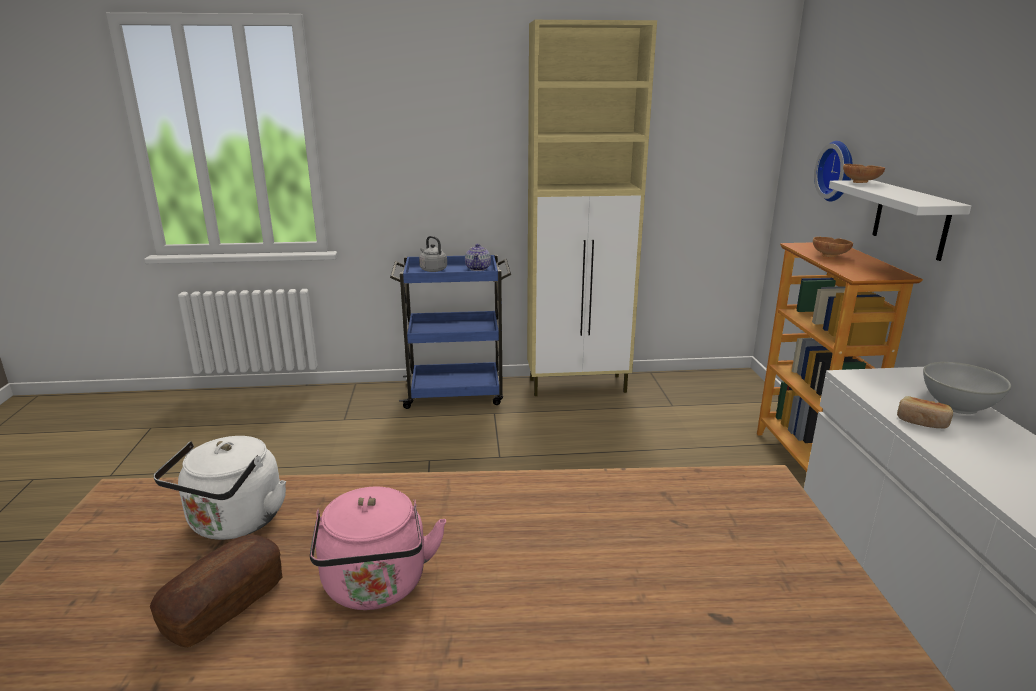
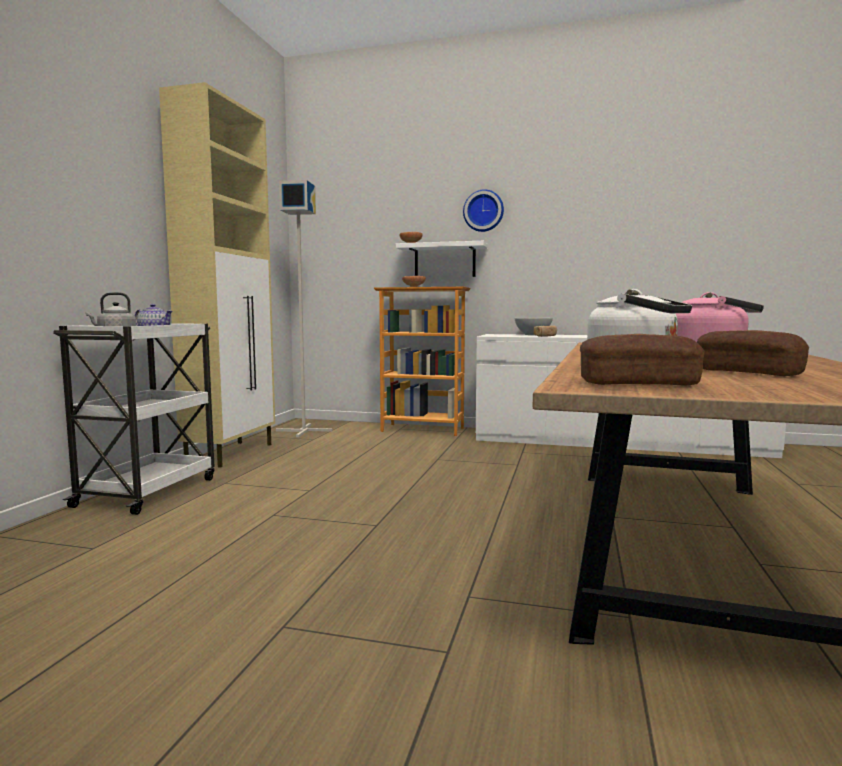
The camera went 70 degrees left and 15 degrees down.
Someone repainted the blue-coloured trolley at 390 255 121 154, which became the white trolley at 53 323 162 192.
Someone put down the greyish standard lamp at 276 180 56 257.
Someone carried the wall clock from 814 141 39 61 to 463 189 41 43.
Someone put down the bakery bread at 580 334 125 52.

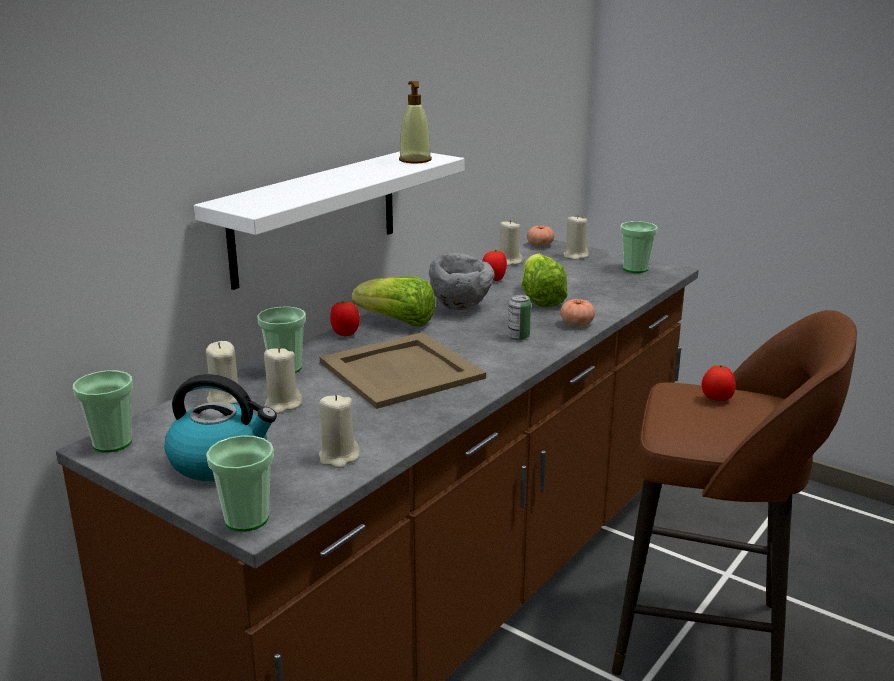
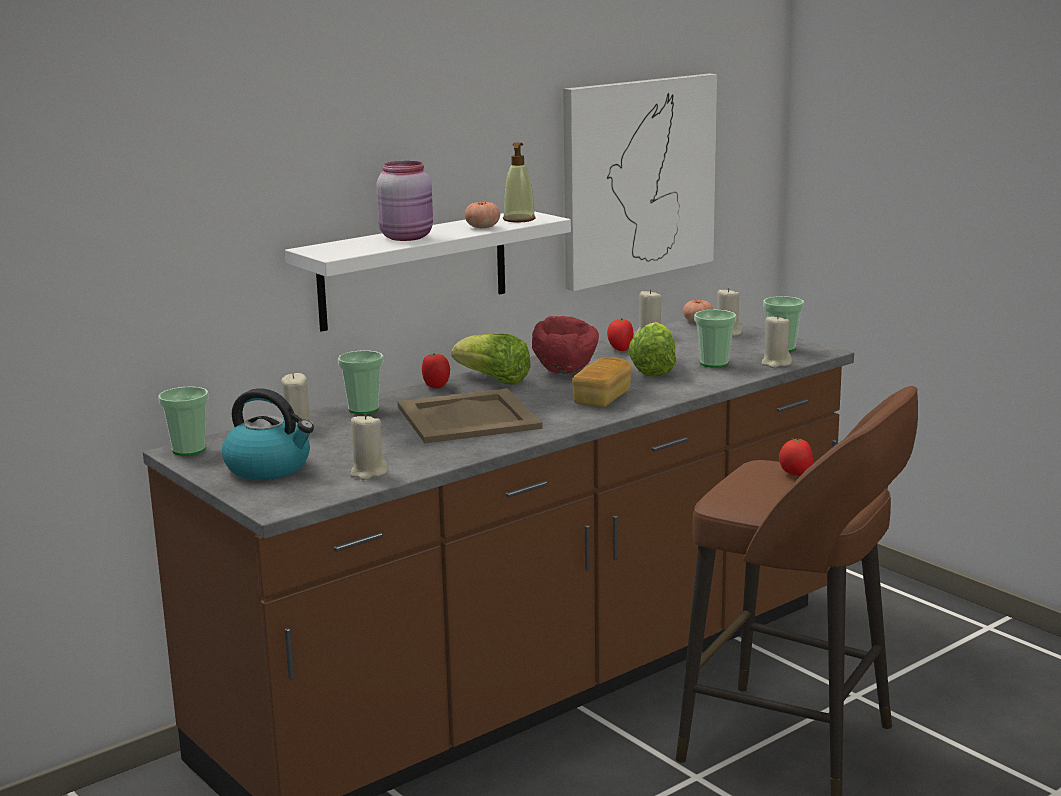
The camera went 15 degrees right and 5 degrees down.
Someone put down the pinkish preserve jar at 376 161 57 80.
Someone carried the tomato from 560 299 35 27 to 465 201 35 27.
Someone repainted the greyish deep dish at 429 253 66 57, which became the red deep dish at 532 316 67 58.
Someone put up the wall art at 563 74 154 217.
Someone swapped the metal can at 508 294 23 46 for the bakery bread at 572 357 60 50.
Someone carried the drinking cup from 206 435 68 97 to 694 310 42 58.
Someone carried the beige candle from 264 347 39 67 to 761 314 31 54.

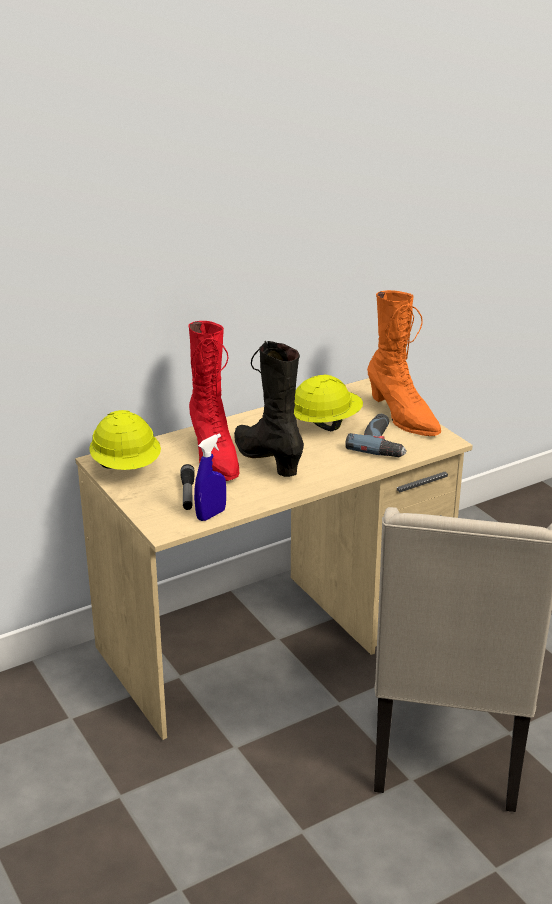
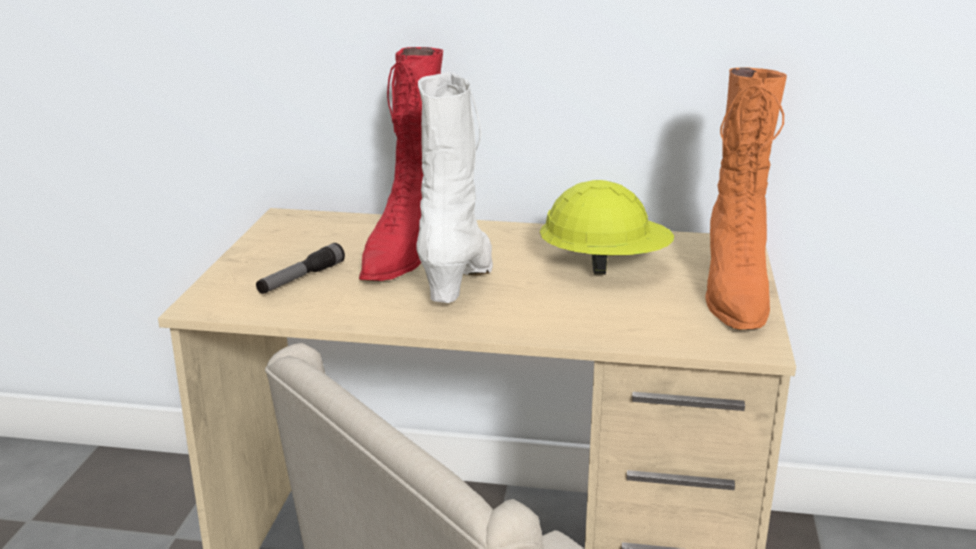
The camera went 40 degrees right and 5 degrees down.
Someone repainted the blackish tall boot at 234 341 70 136, which became the white tall boot at 416 72 77 231.
Someone took away the yellowish hard hat at 89 410 72 60.
Someone took away the blue-coloured sprayer at 194 434 32 87.
Someone took away the drill at 345 414 62 43.

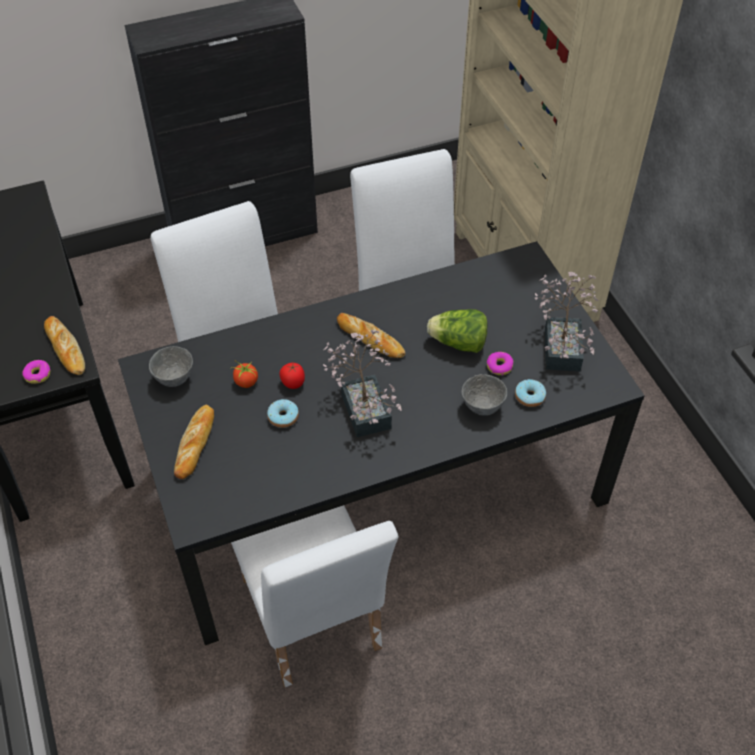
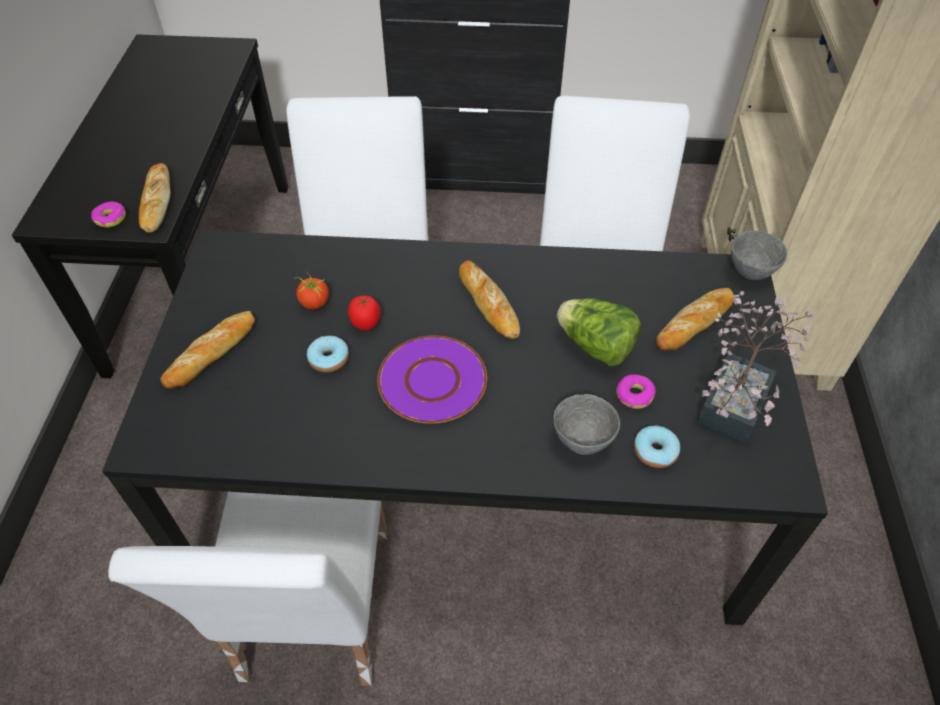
The camera went 25 degrees right and 0 degrees up.
Someone swapped the potted plant at 323 330 79 107 for the purple plate at 377 335 110 89.
Someone put down the bakery bread at 655 288 80 63.
Someone carried the greyish deep dish from 149 346 44 41 to 731 231 56 49.

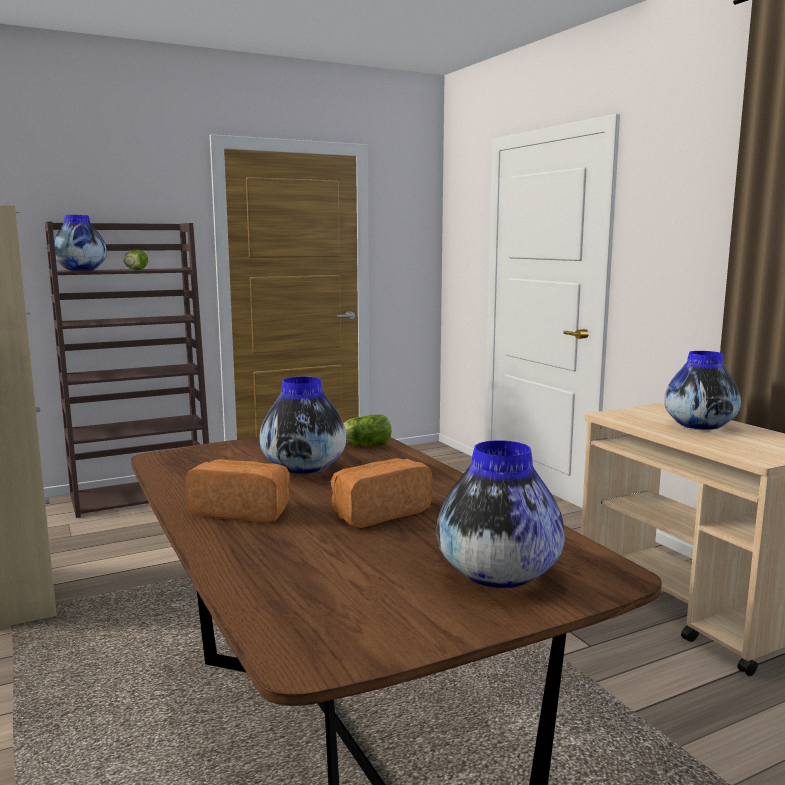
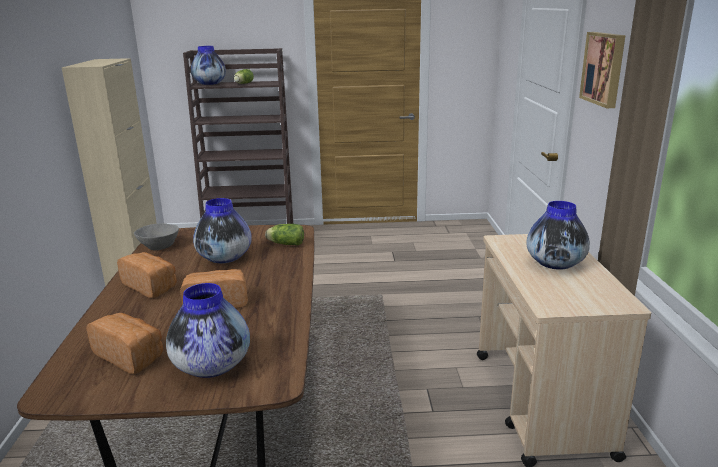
The camera went 25 degrees right and 10 degrees up.
Someone put down the bakery bread at 86 313 77 61.
Someone put down the greyish deep dish at 134 223 45 27.
Someone put up the wall art at 579 32 47 76.

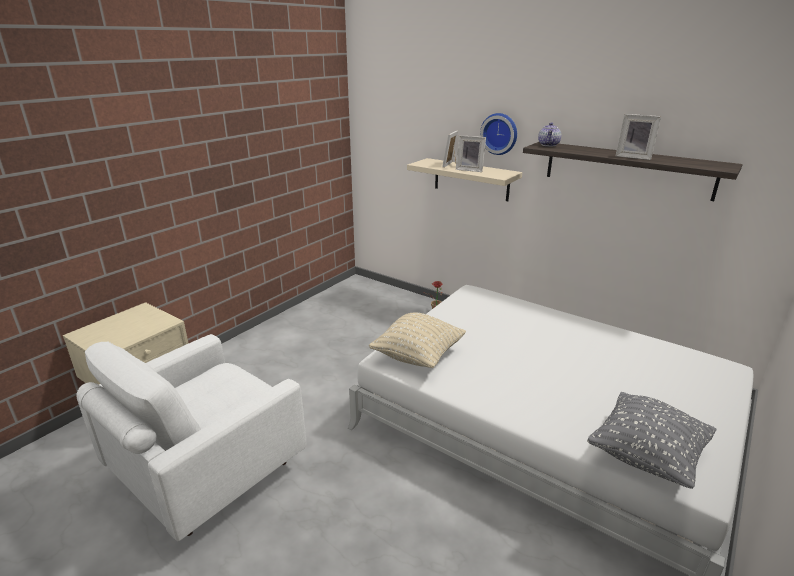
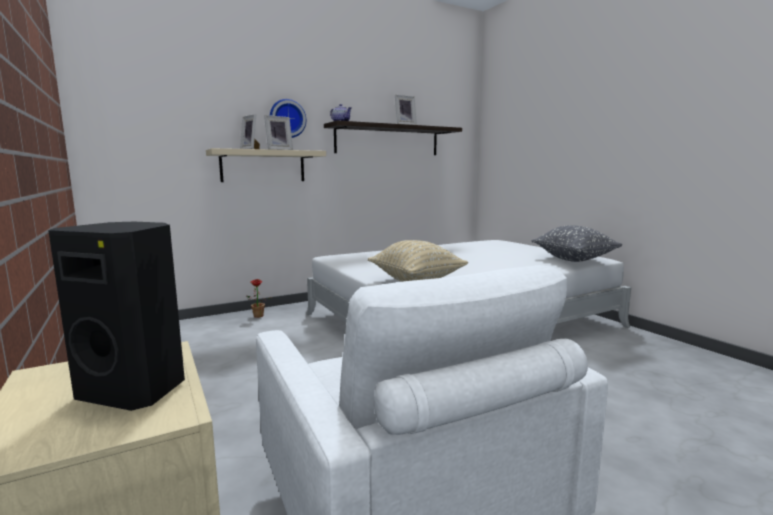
The camera went 65 degrees left and 15 degrees down.
Someone put down the blackish audio speaker at 48 222 137 189.

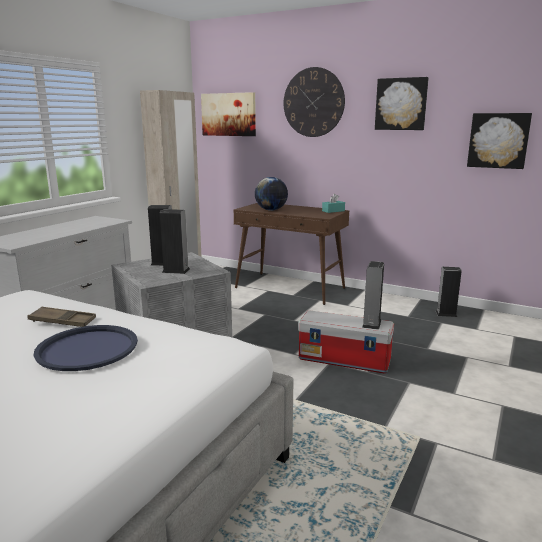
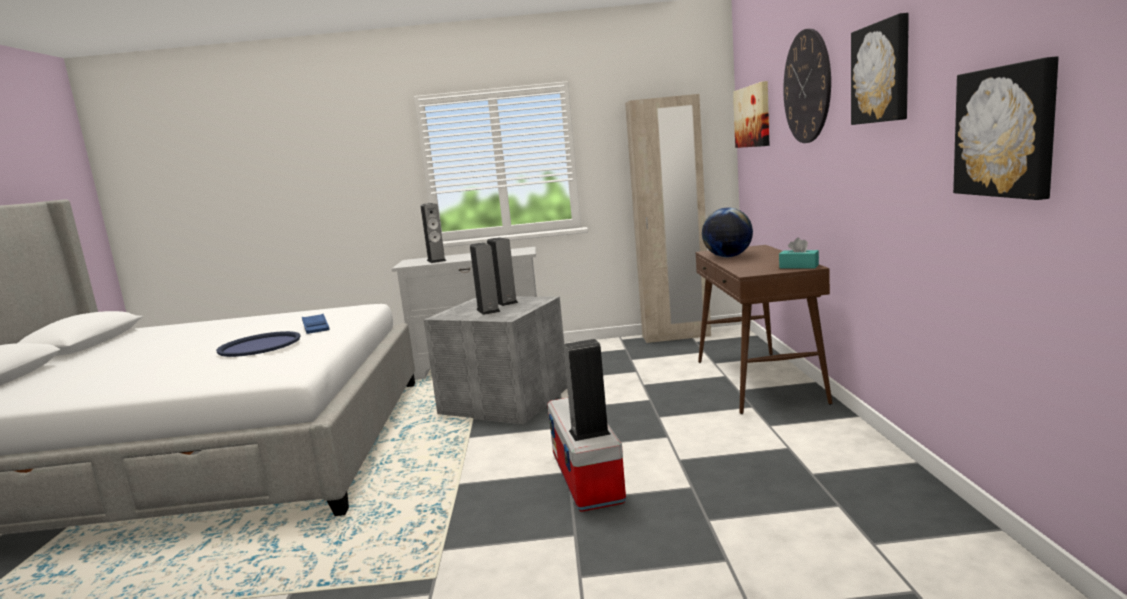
The camera went 60 degrees right and 5 degrees down.
Someone repainted the brown tray at 27 306 69 21, which became the blue-coloured tray at 302 314 27 20.
Someone carried the audio speaker from 436 267 26 50 to 420 203 26 60.

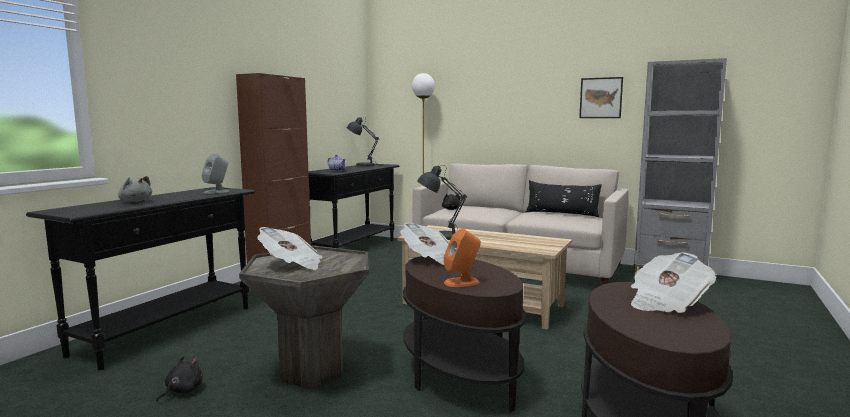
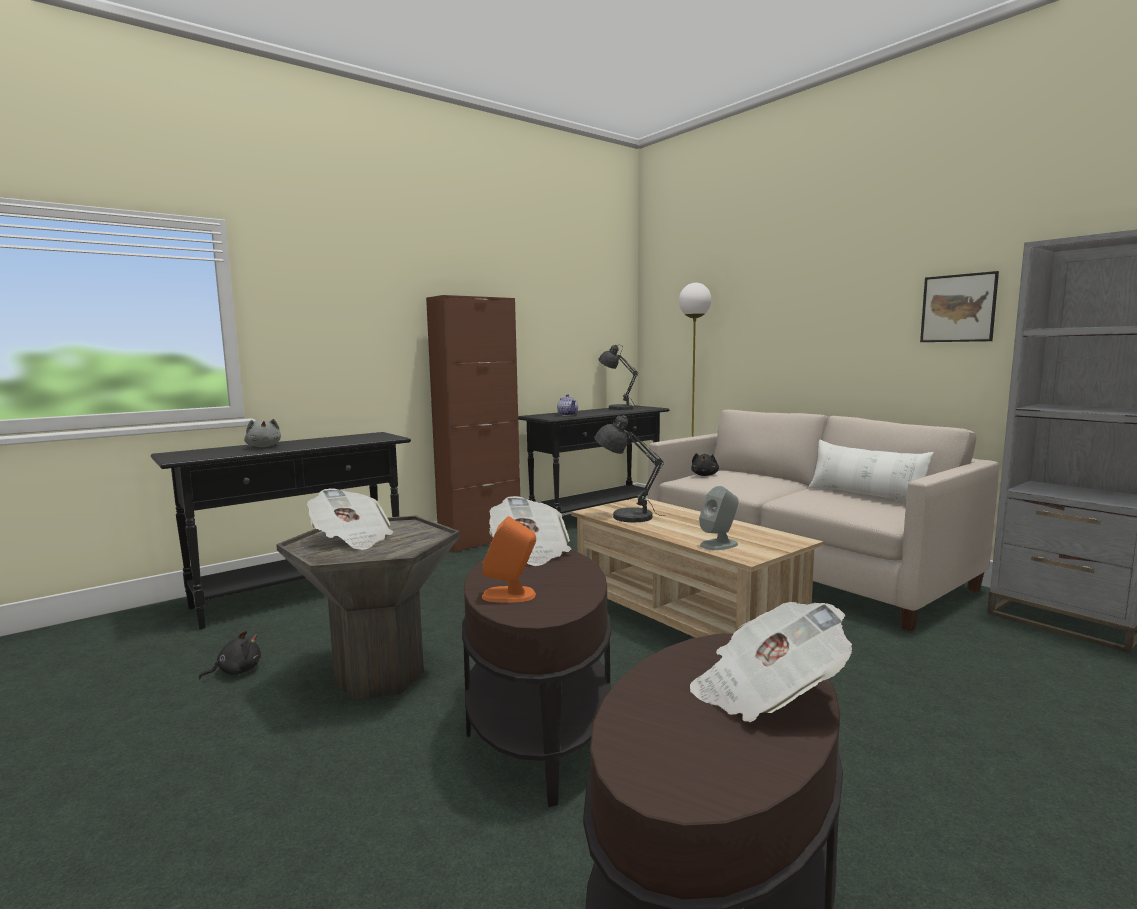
The camera went 25 degrees right and 0 degrees up.
Someone carried the greyish audio speaker from 202 154 28 40 to 699 486 40 64.
Someone repainted the blackish throw pillow at 526 180 76 37, which became the white throw pillow at 808 439 126 63.

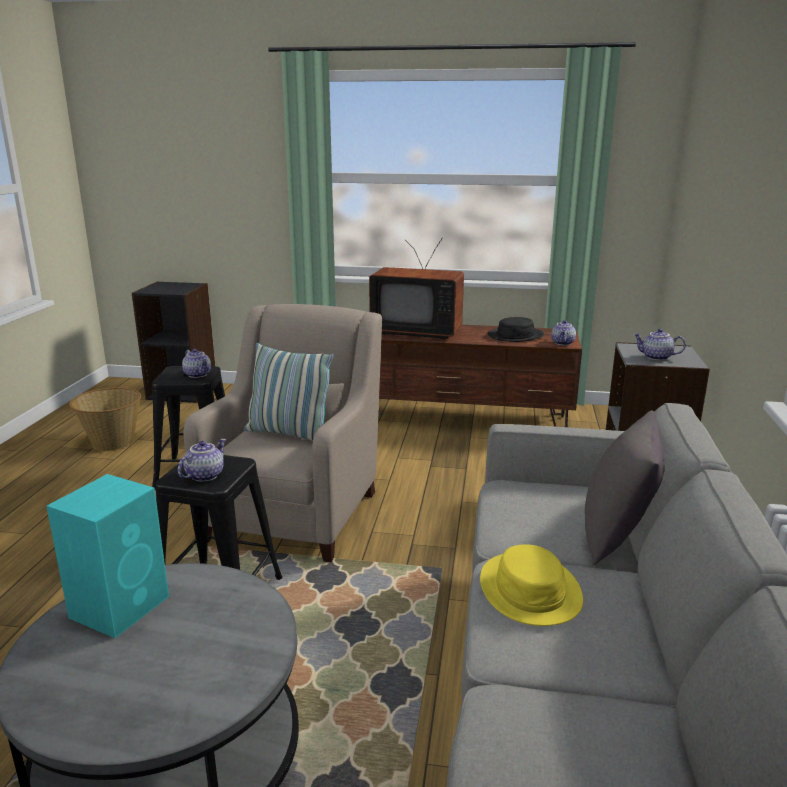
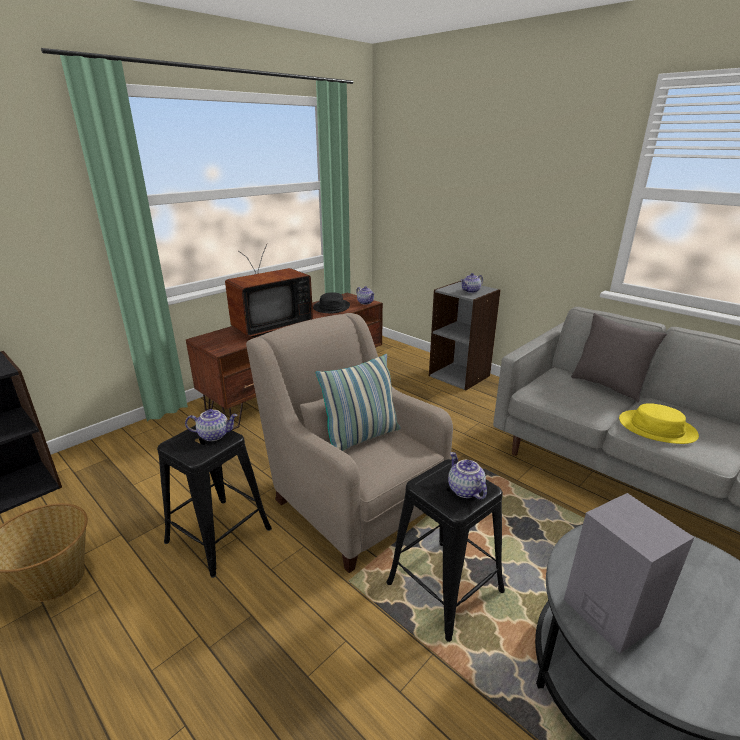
The camera went 55 degrees left and 5 degrees up.
Someone repainted the turquoise audio speaker at 46 474 123 164, which became the greyish audio speaker at 564 493 131 160.

